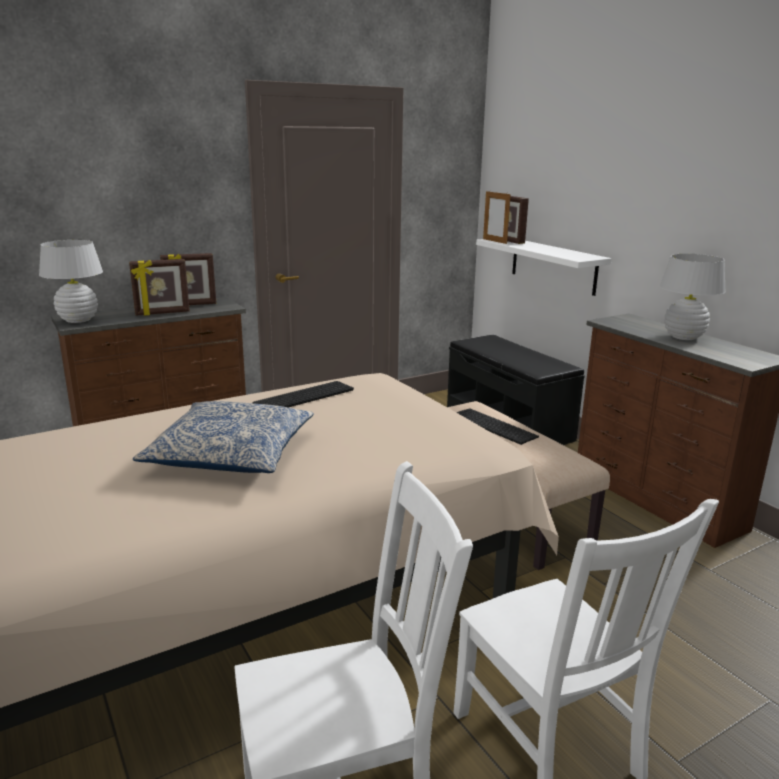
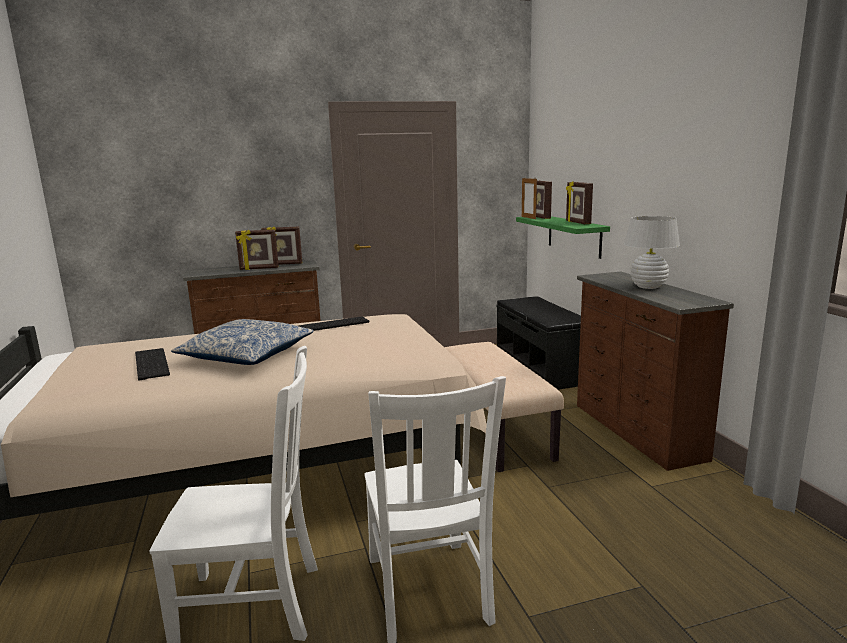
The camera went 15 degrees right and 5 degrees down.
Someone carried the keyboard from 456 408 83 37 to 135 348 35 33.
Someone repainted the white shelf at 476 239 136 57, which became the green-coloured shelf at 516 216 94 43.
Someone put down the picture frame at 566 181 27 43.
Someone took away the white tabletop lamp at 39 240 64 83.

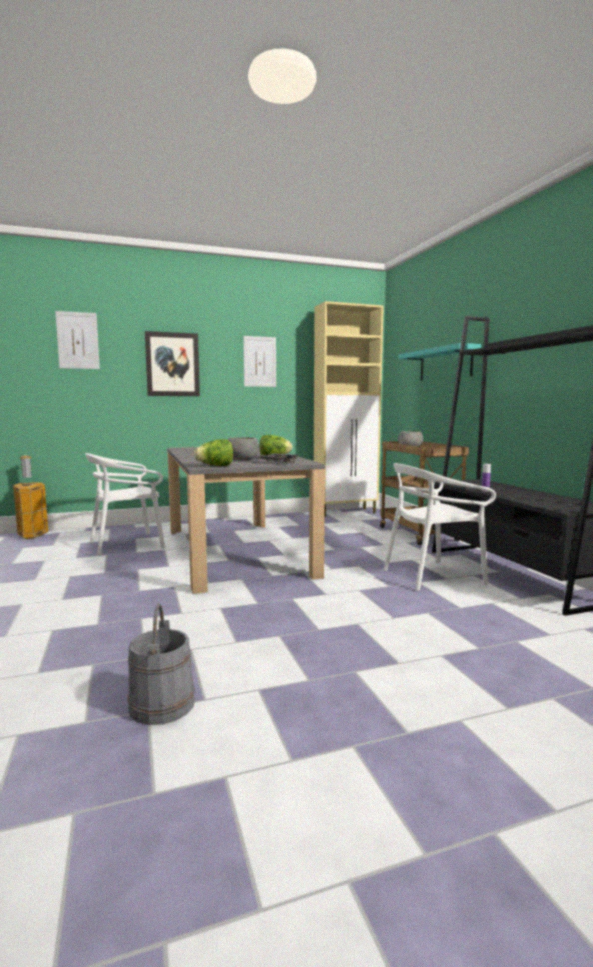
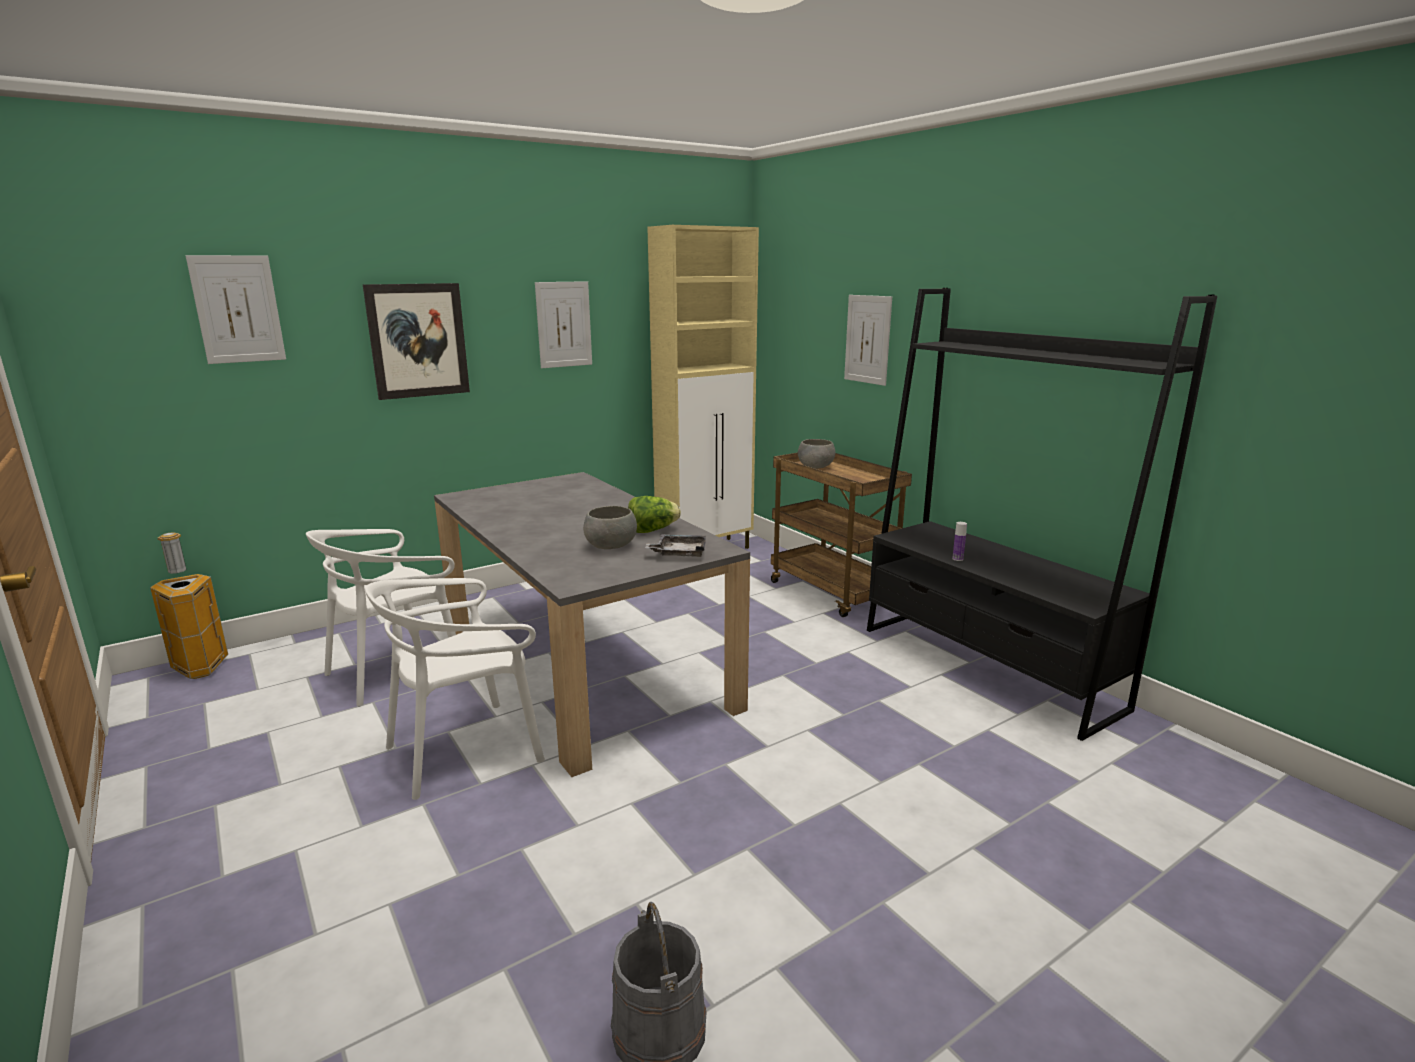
The camera went 15 degrees left and 10 degrees up.
Someone carried the white chair from 384 463 112 128 to 365 578 180 222.
Someone swapped the turquoise shelf at 398 343 83 38 for the wall art at 844 295 48 91.
Someone took away the lettuce head at 194 439 39 27.

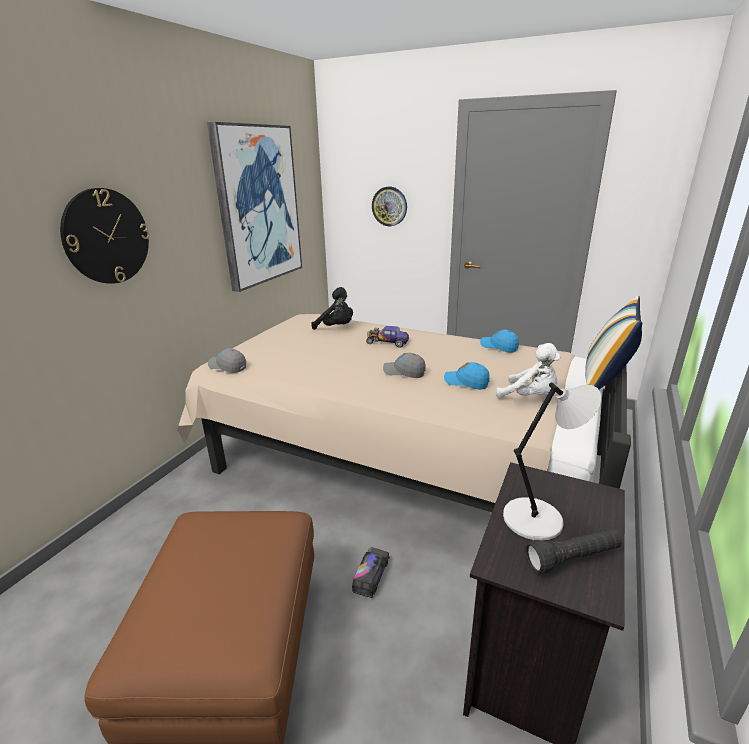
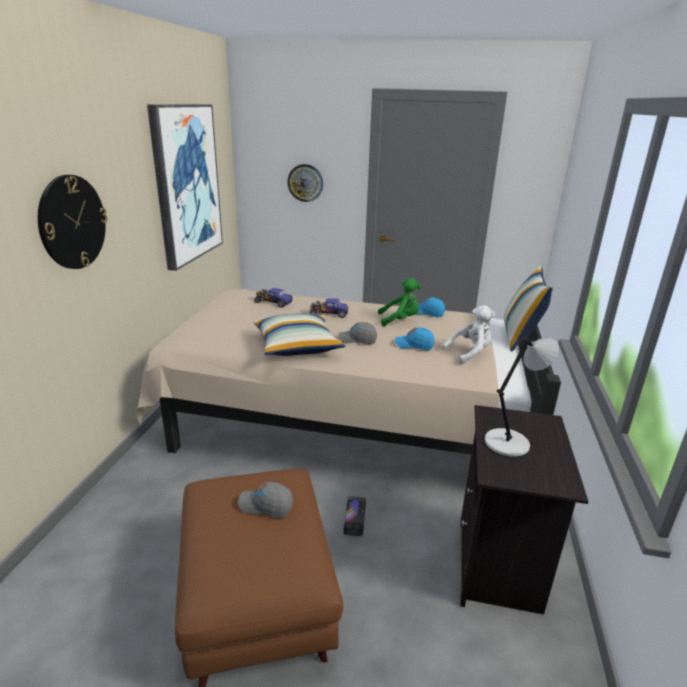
The camera went 15 degrees left and 0 degrees up.
Someone carried the greyish peaked cap from 208 348 38 25 to 238 482 55 36.
Someone swapped the blackish cuddly toy at 311 287 42 43 for the toy car at 254 288 39 20.
Someone put down the throw pillow at 254 314 92 42.
Someone put down the green-coloured cuddly toy at 378 278 43 48.
Someone rotated the white cuddly toy at 496 343 65 56 by 45 degrees counterclockwise.
Someone took away the blackish hand torch at 525 529 97 45.

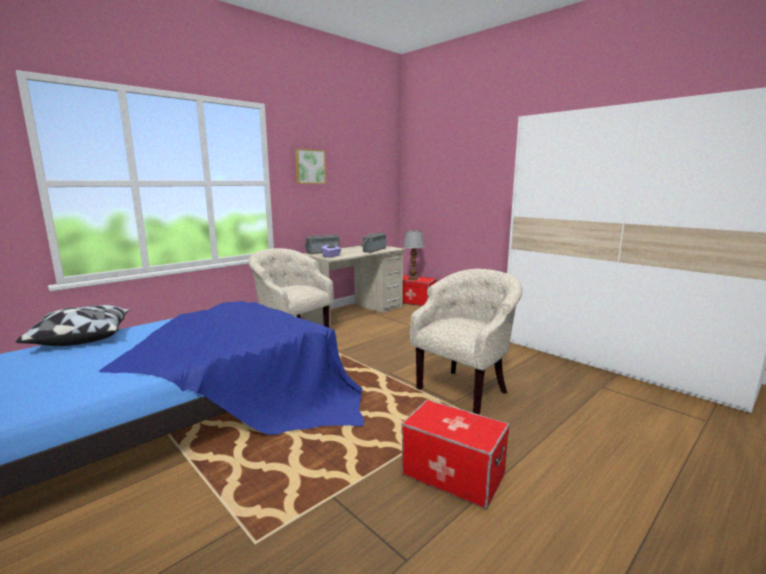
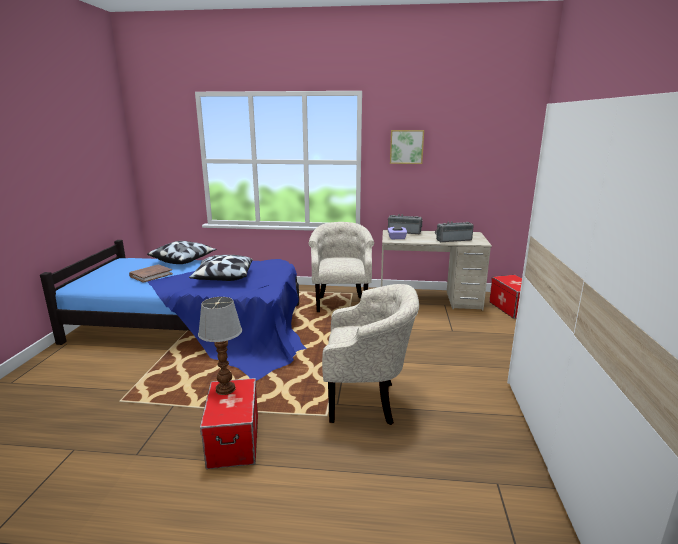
The camera went 50 degrees right and 5 degrees up.
Someone put down the brown book at 129 265 44 18.
Someone put down the throw pillow at 189 255 64 26.
Someone carried the tabletop lamp from 403 230 21 50 to 198 297 44 98.

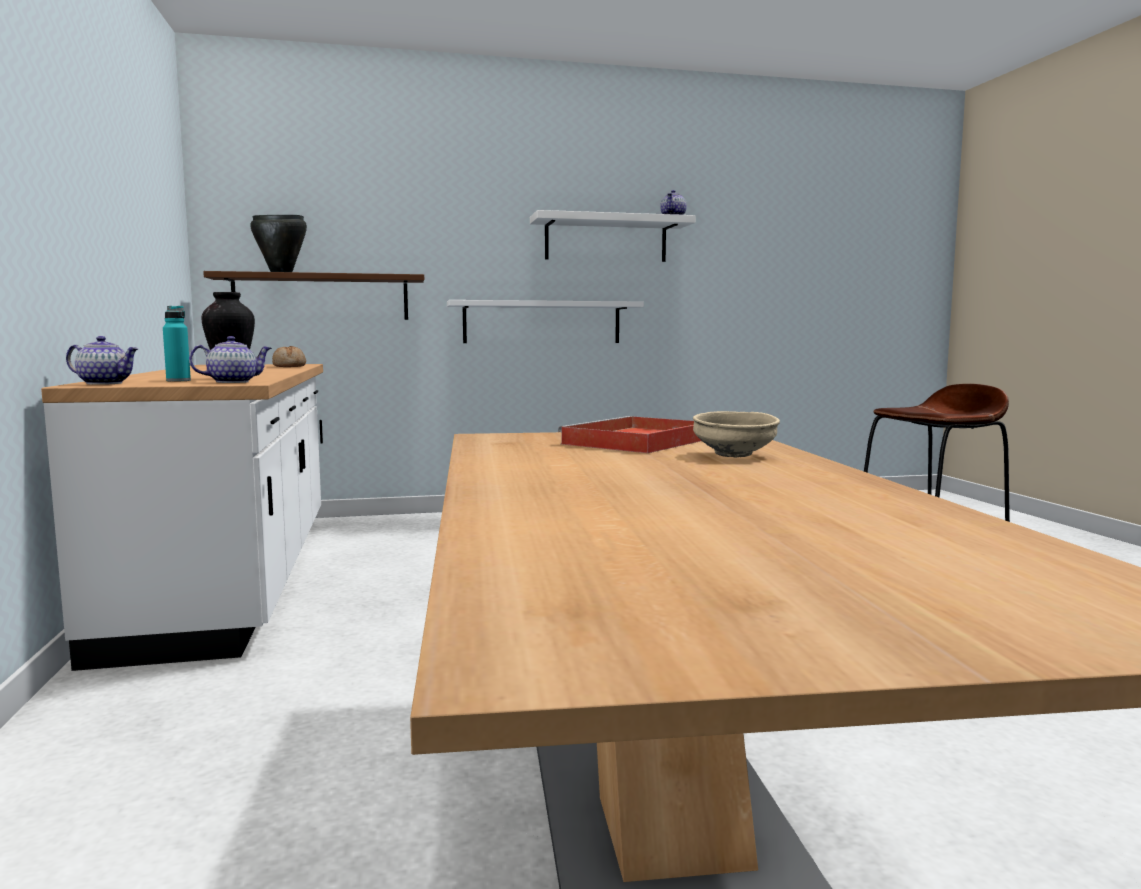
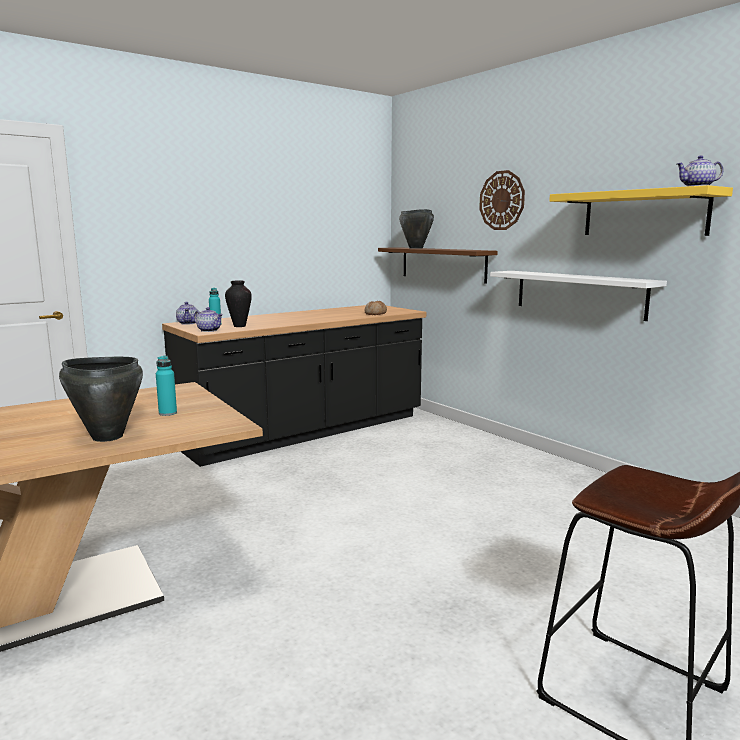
The camera went 65 degrees right and 5 degrees up.
Someone swapped the beige deep dish at 693 411 87 46 for the blackish saucepot at 59 357 84 85.
Someone swapped the red tray at 558 416 143 37 for the turquoise bottle at 156 356 21 60.
Someone repainted the white kitchen counter at 41 364 282 307, which became the blackish kitchen counter at 162 305 264 162.
Someone put up the wall clock at 479 170 46 60.
Someone repainted the white shelf at 530 210 166 52, which became the yellowish shelf at 549 185 184 51.

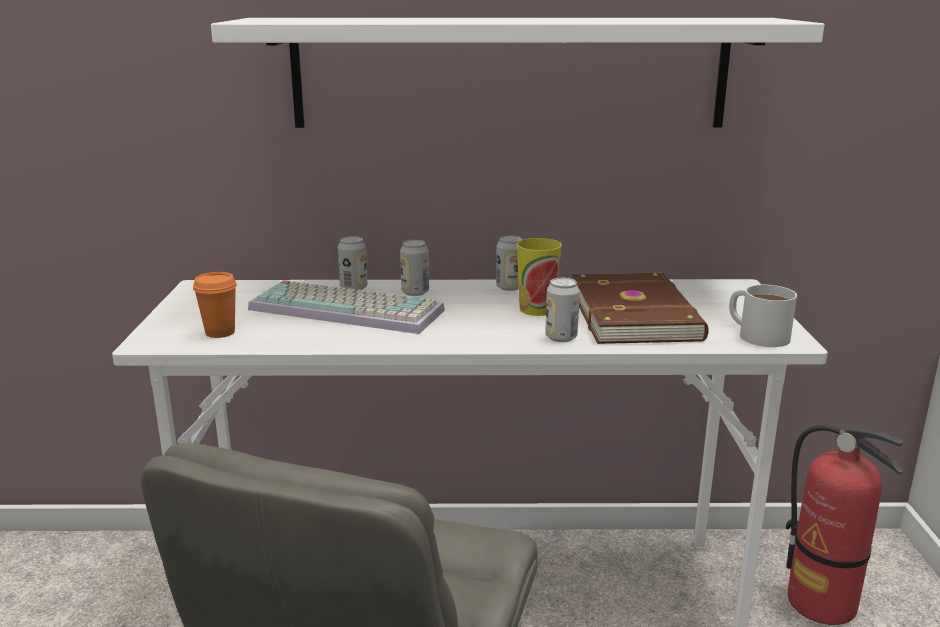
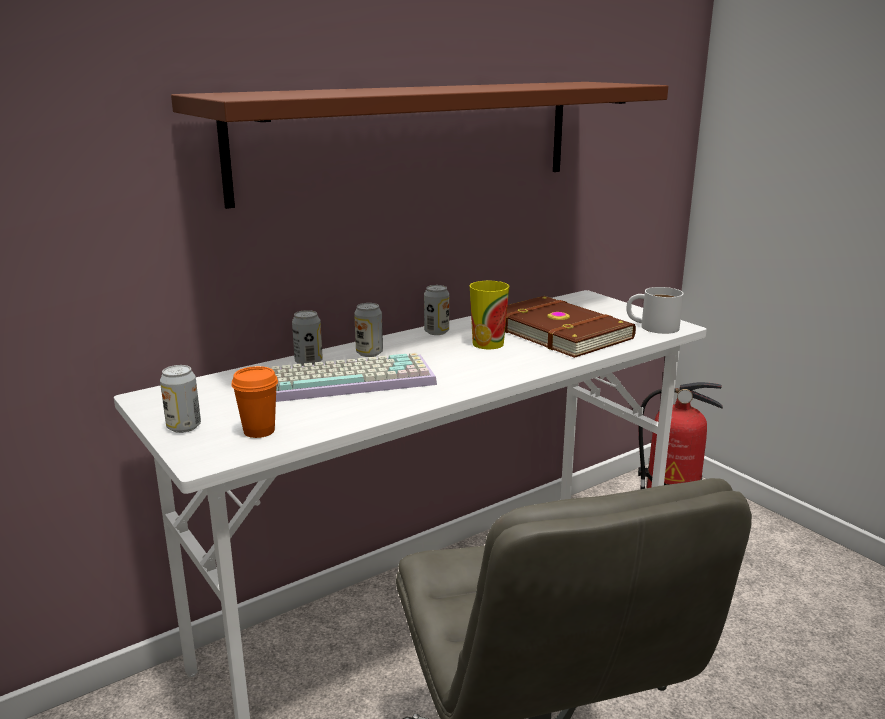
The camera went 35 degrees left and 0 degrees up.
Someone carried the metal can from 545 278 35 64 to 160 365 41 68.
Someone repainted the white shelf at 211 18 613 110, which became the brown shelf at 171 82 497 127.

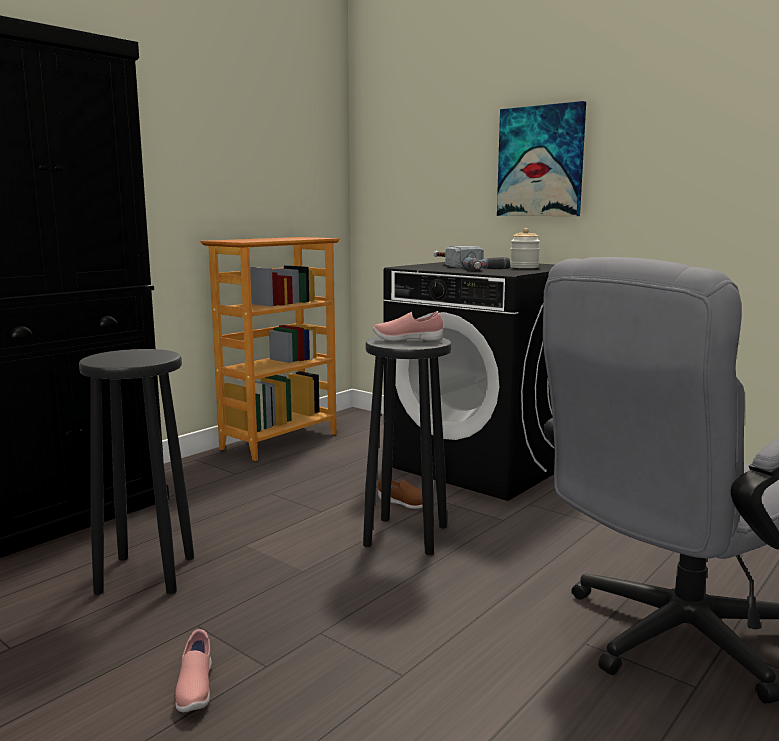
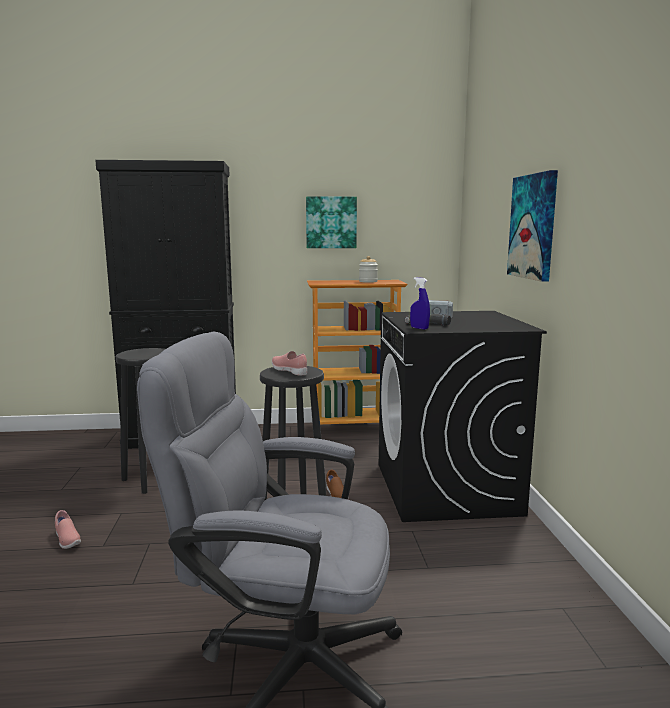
The camera went 45 degrees right and 0 degrees up.
Someone rotated the pinkish shoe at 175 629 37 83 by 75 degrees counterclockwise.
Someone put up the wall art at 306 196 51 52.
Someone carried the preserve jar from 510 228 30 40 to 359 256 19 27.
Someone put down the blue-coloured sprayer at 410 277 20 53.

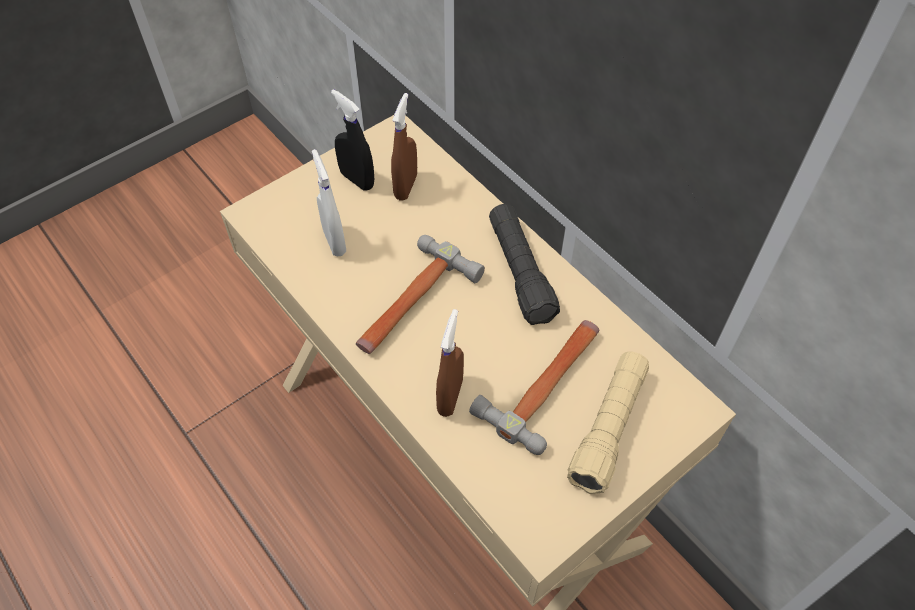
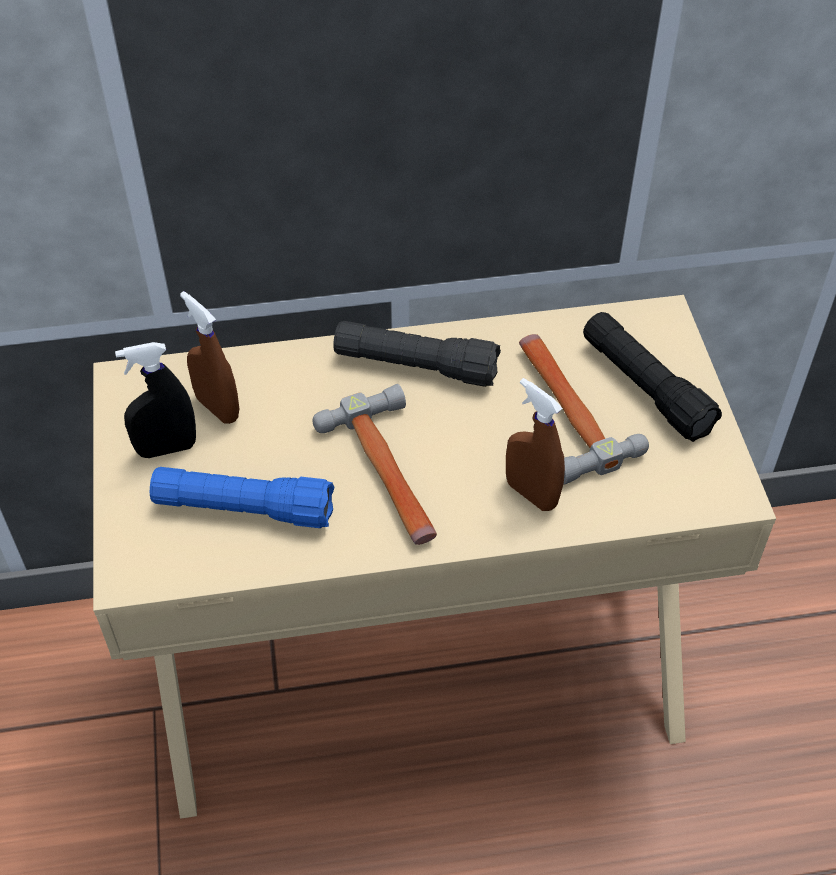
The camera went 60 degrees left and 5 degrees down.
Someone swapped the white sprayer at 312 149 34 107 for the blue-coloured hand torch at 150 467 185 61.
Someone repainted the beige hand torch at 567 352 82 142, which became the blackish hand torch at 583 312 139 130.

